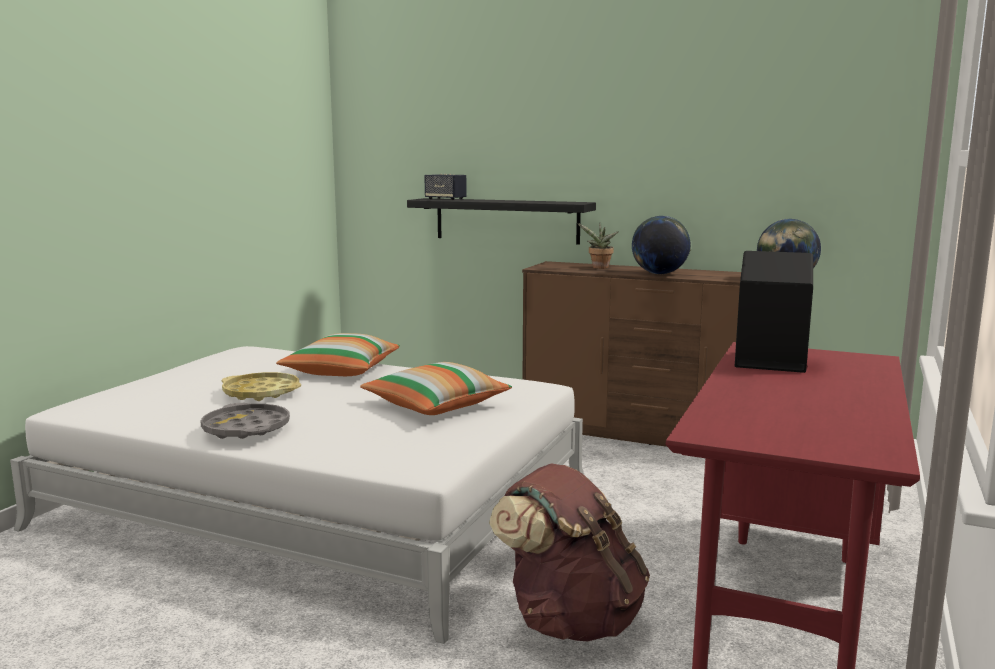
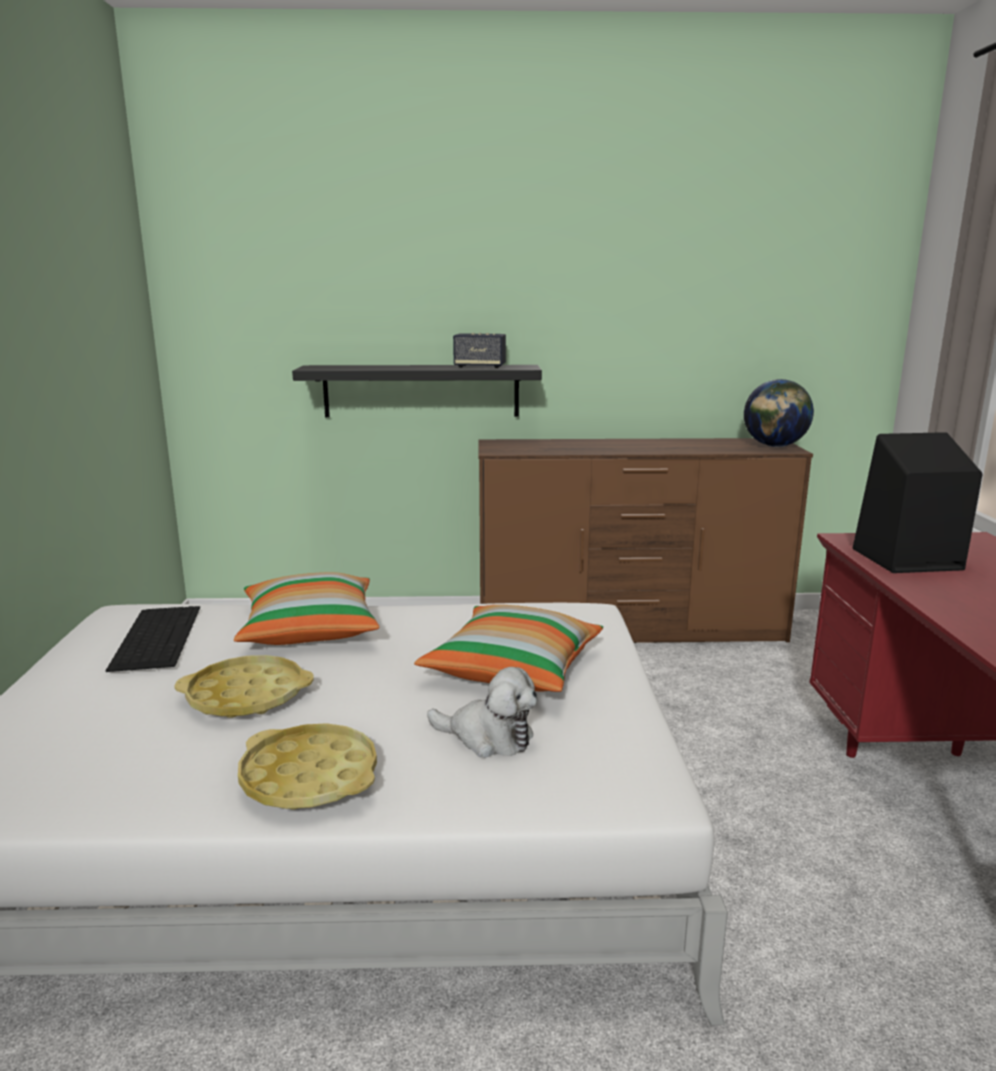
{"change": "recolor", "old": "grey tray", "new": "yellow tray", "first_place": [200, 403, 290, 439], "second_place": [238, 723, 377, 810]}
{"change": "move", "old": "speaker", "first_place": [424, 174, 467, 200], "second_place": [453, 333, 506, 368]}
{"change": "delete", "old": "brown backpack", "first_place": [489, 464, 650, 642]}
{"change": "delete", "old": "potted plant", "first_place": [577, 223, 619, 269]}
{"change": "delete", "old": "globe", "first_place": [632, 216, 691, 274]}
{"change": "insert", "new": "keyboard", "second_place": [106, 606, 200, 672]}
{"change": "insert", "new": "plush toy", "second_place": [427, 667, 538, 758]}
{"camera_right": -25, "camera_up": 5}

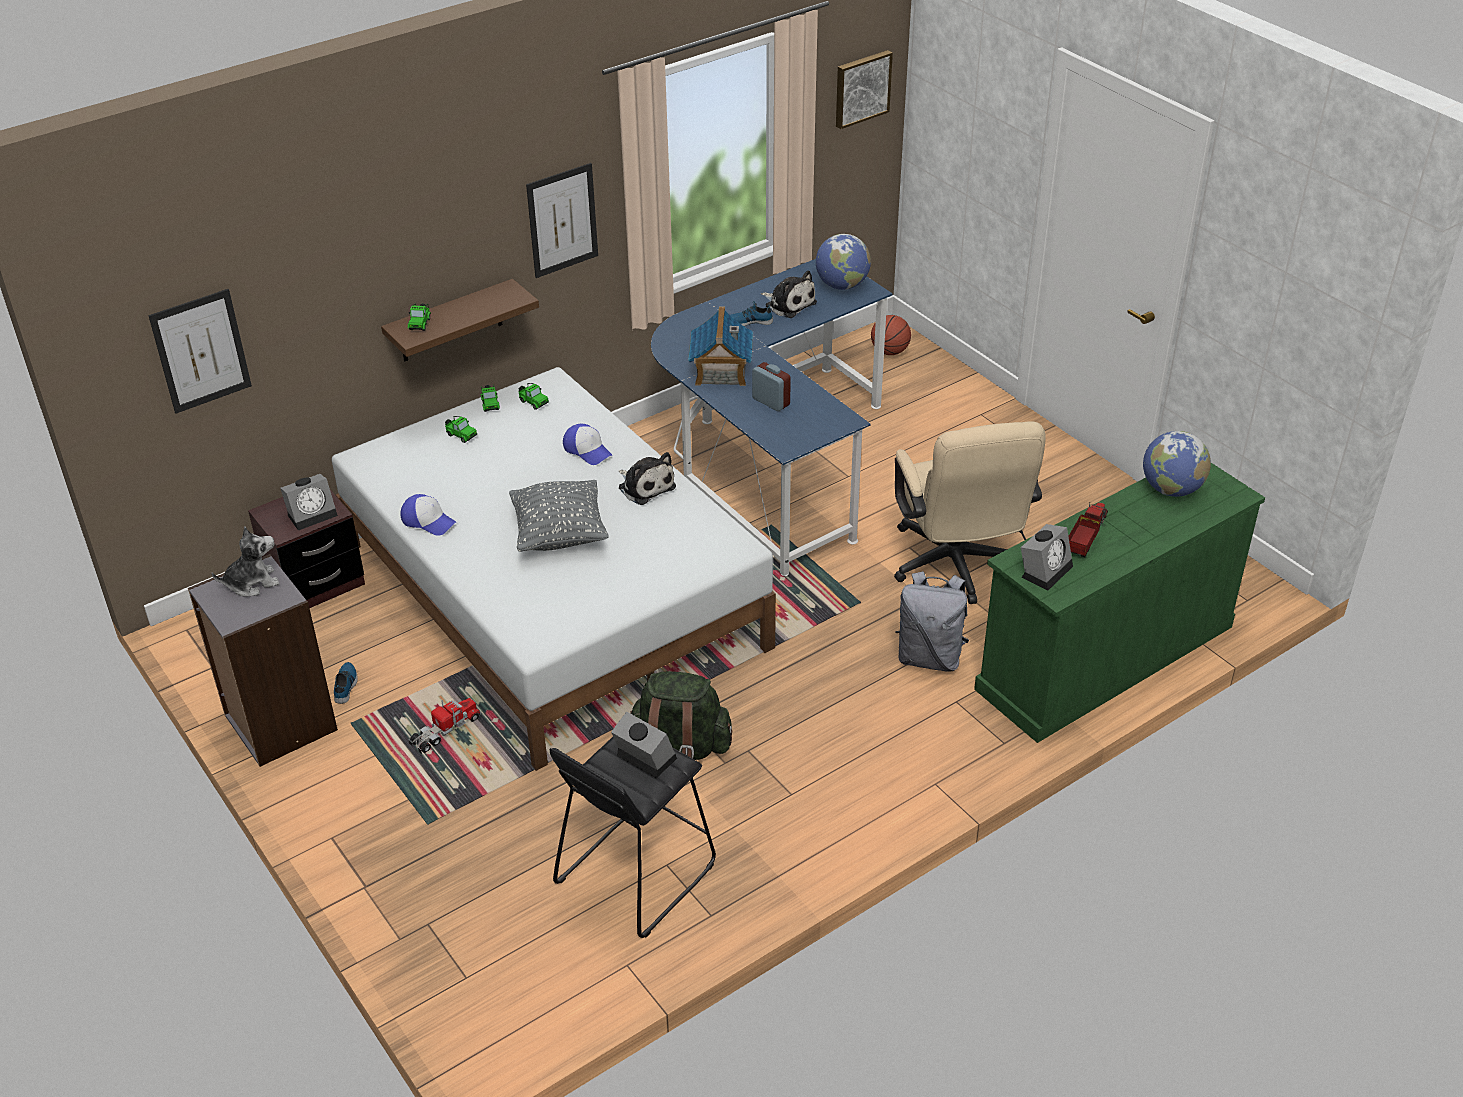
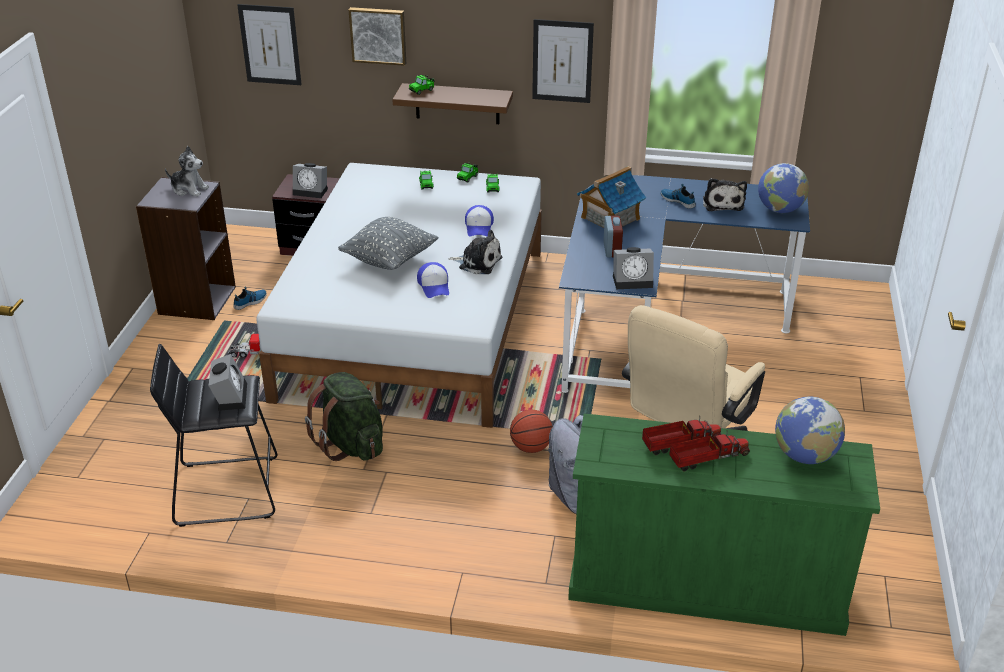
{"change": "move", "old": "cap", "first_place": [400, 494, 456, 536], "second_place": [417, 262, 449, 298]}
{"change": "rotate", "old": "plush toy", "first_place": [619, 452, 676, 505], "second_place": [448, 230, 502, 274], "degrees": -75}
{"change": "move", "old": "picture", "first_place": [836, 50, 893, 129], "second_place": [349, 7, 406, 66]}
{"change": "move", "old": "basketball", "first_place": [871, 315, 911, 355], "second_place": [510, 410, 553, 453]}
{"change": "move", "old": "alarm clock", "first_place": [1021, 524, 1073, 590], "second_place": [613, 247, 654, 289]}
{"change": "insert", "new": "toy truck", "second_place": [669, 431, 750, 471]}
{"camera_right": 45, "camera_up": -5}

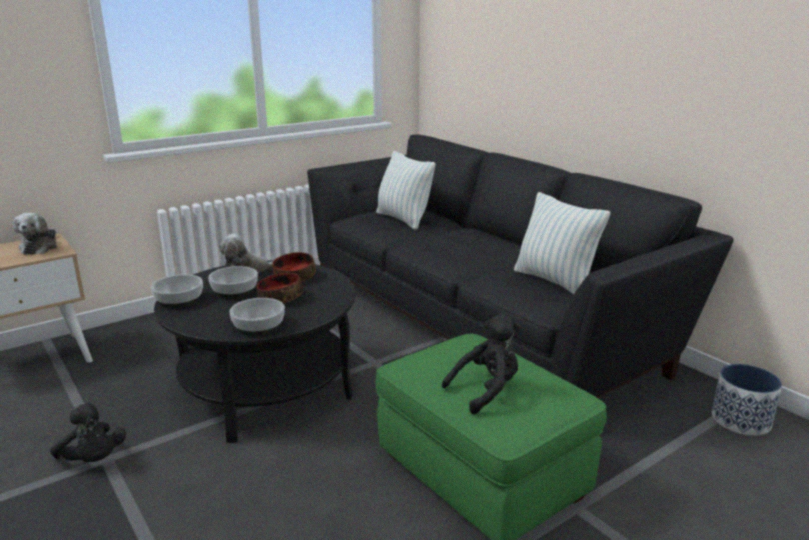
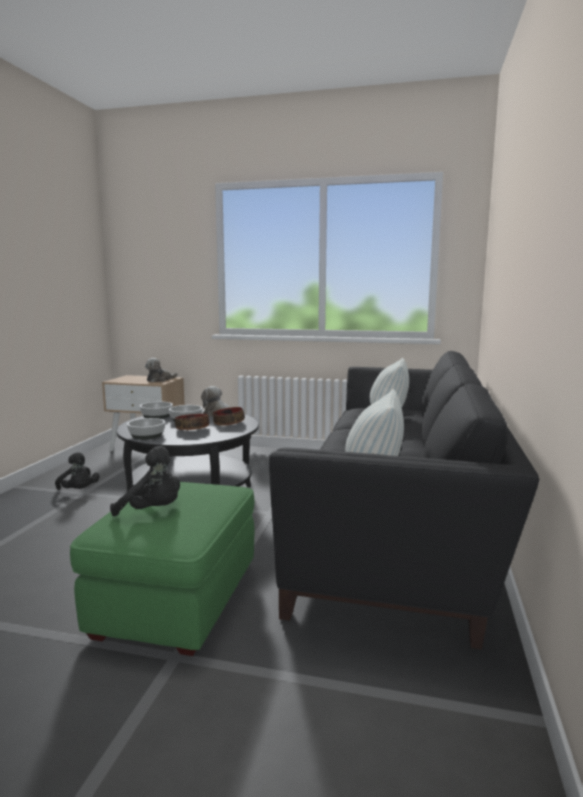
{"change": "rotate", "old": "black plush toy", "first_place": [50, 403, 126, 462], "second_place": [55, 452, 100, 490], "degrees": -45}
{"change": "delete", "old": "planter", "first_place": [712, 364, 782, 436]}
{"camera_right": 50, "camera_up": -10}

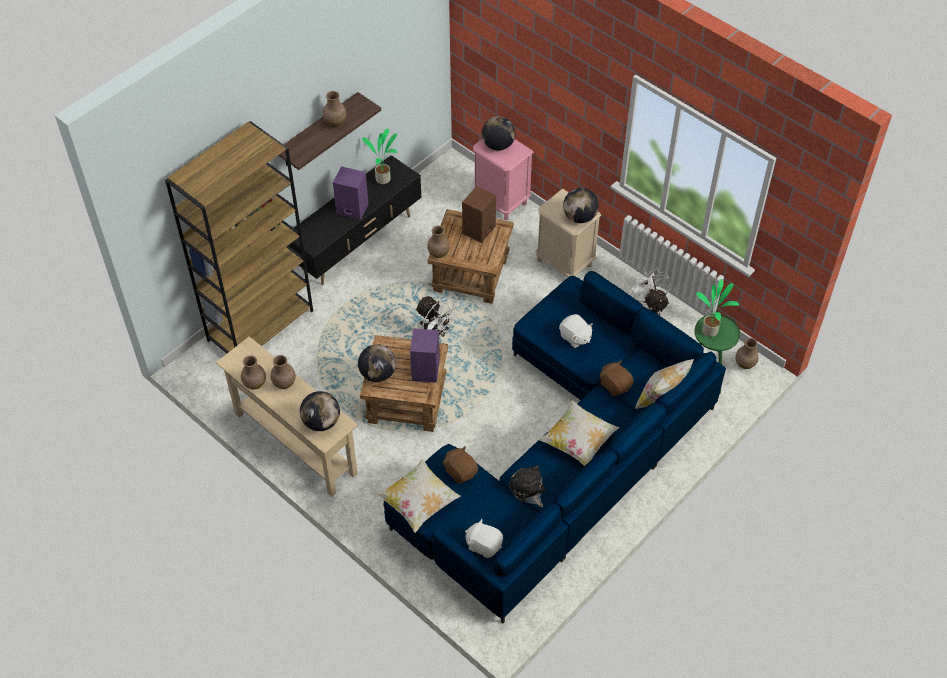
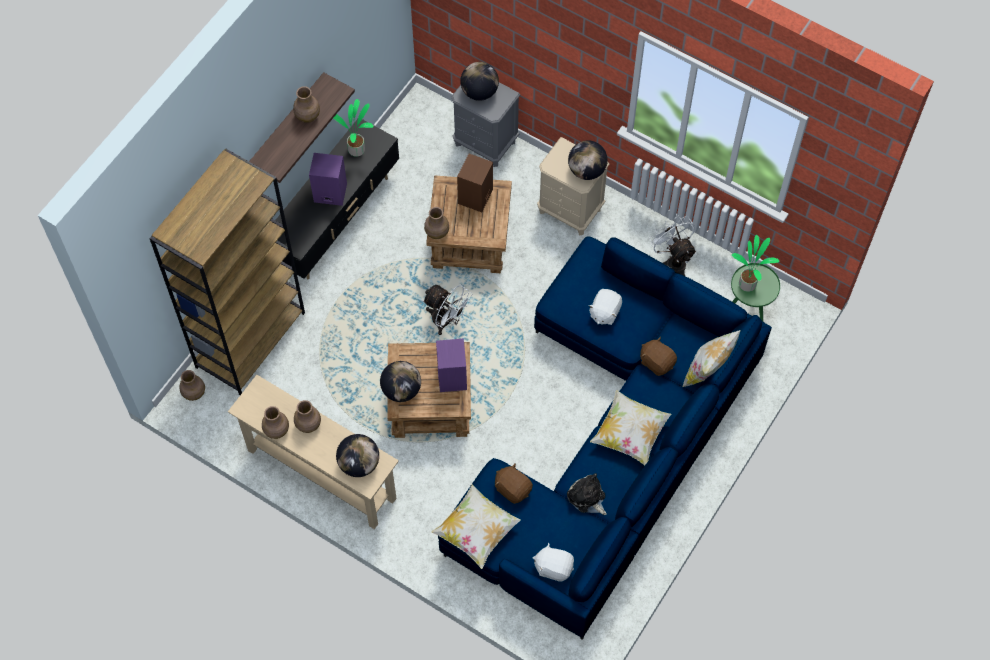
{"change": "recolor", "old": "pink nightstand", "new": "grey nightstand", "first_place": [473, 139, 534, 220], "second_place": [451, 82, 520, 167]}
{"change": "rotate", "old": "white plush toy", "first_place": [559, 314, 593, 348], "second_place": [588, 289, 622, 325], "degrees": 75}
{"change": "move", "old": "brown vase", "first_place": [735, 338, 759, 369], "second_place": [180, 370, 205, 401]}
{"camera_right": -10, "camera_up": 10}

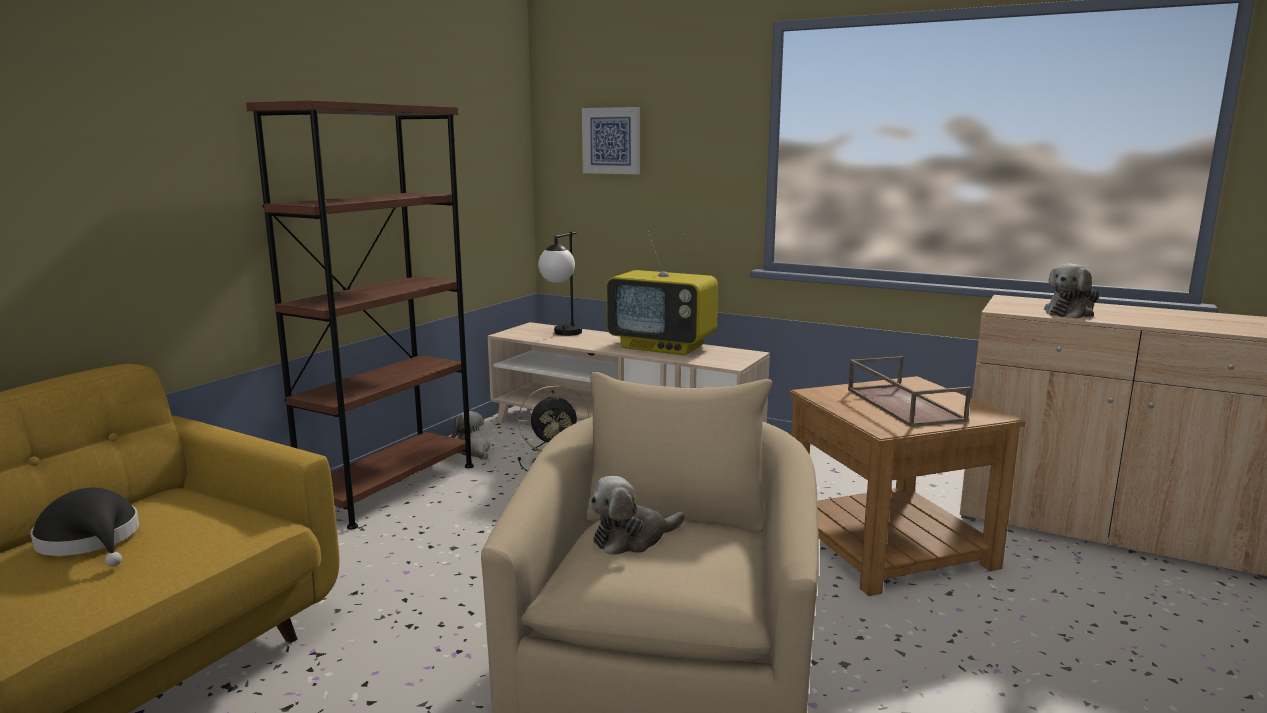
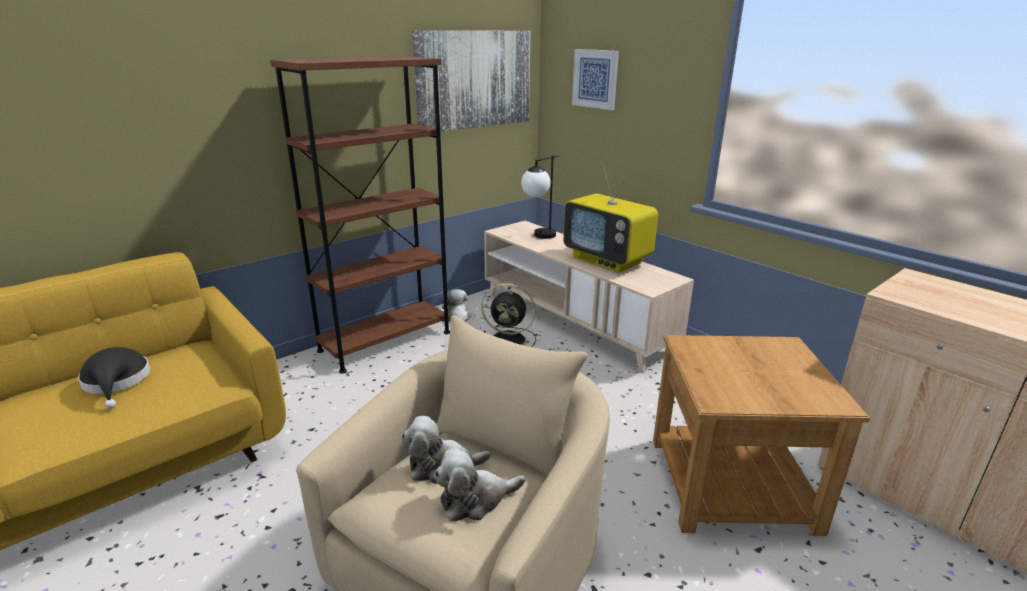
{"change": "delete", "old": "brown tray", "first_place": [848, 356, 971, 427]}
{"change": "move", "old": "plush toy", "first_place": [1044, 264, 1100, 319], "second_place": [434, 449, 526, 521]}
{"change": "insert", "new": "picture", "second_place": [412, 30, 531, 132]}
{"camera_right": 20, "camera_up": 10}

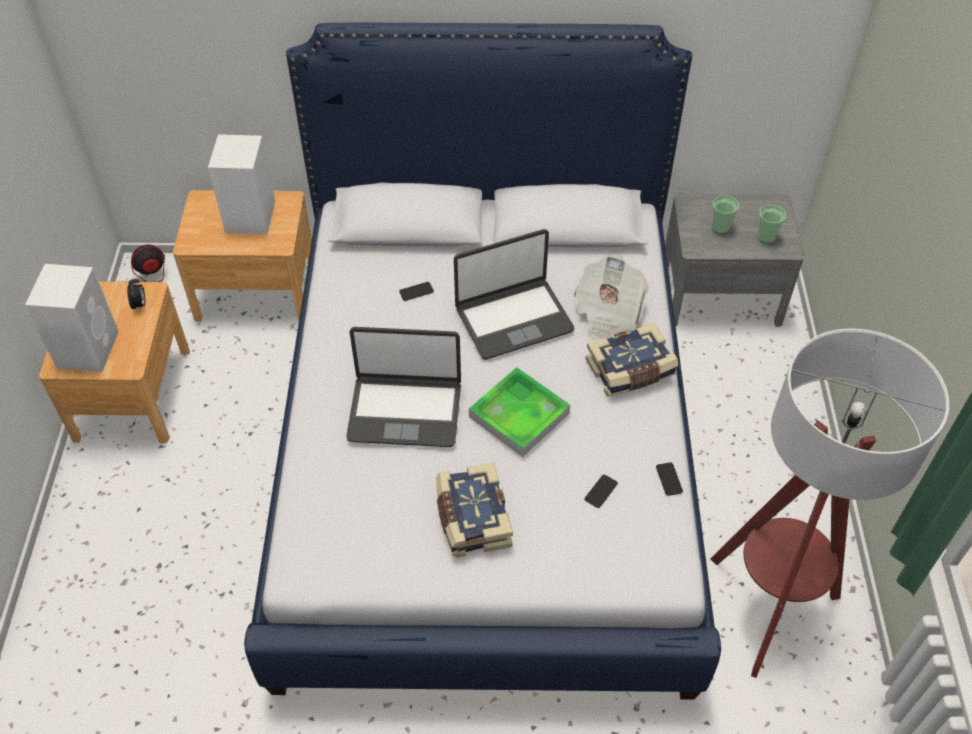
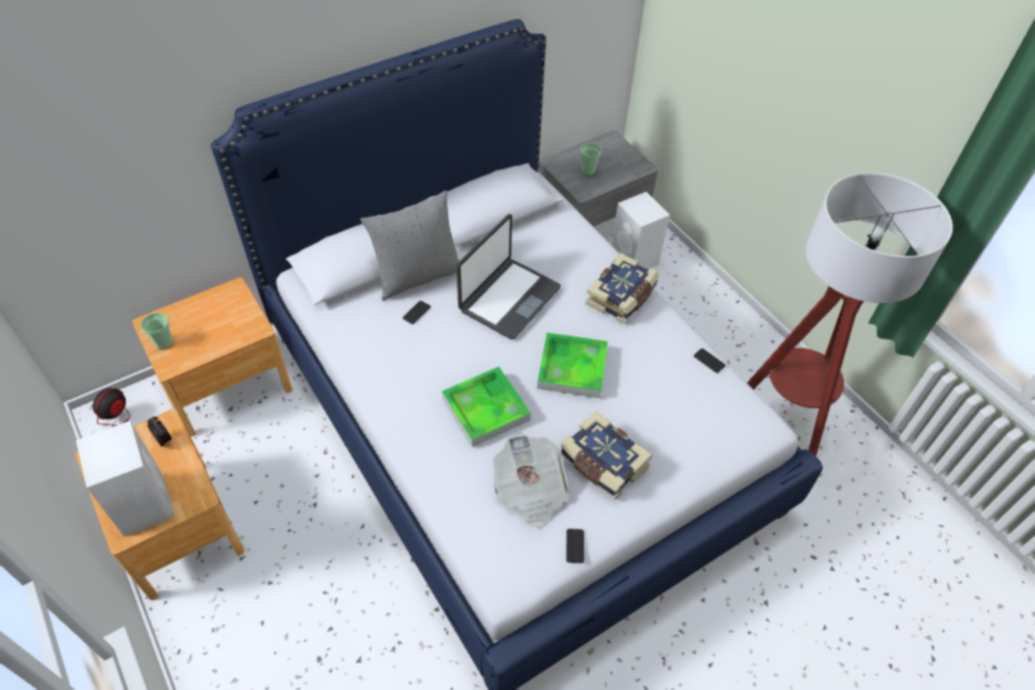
{"change": "move", "old": "white speaker", "first_place": [208, 134, 275, 234], "second_place": [611, 192, 670, 269]}
{"change": "replace", "old": "laptop", "new": "tray", "first_place": [346, 327, 461, 447], "second_place": [442, 366, 531, 447]}
{"change": "move", "old": "newspaper", "first_place": [574, 255, 649, 340], "second_place": [493, 433, 569, 527]}
{"change": "move", "old": "phone", "first_place": [584, 475, 618, 508], "second_place": [566, 529, 584, 563]}
{"change": "move", "old": "cup", "first_place": [758, 205, 786, 243], "second_place": [141, 313, 173, 350]}
{"change": "insert", "new": "grey pillow", "second_place": [360, 190, 459, 301]}
{"camera_right": -35, "camera_up": 0}

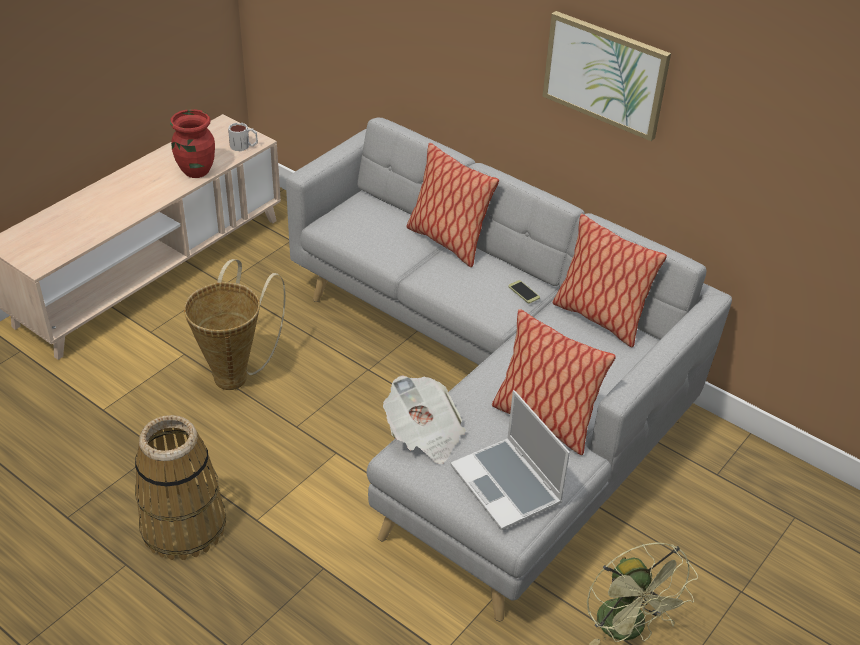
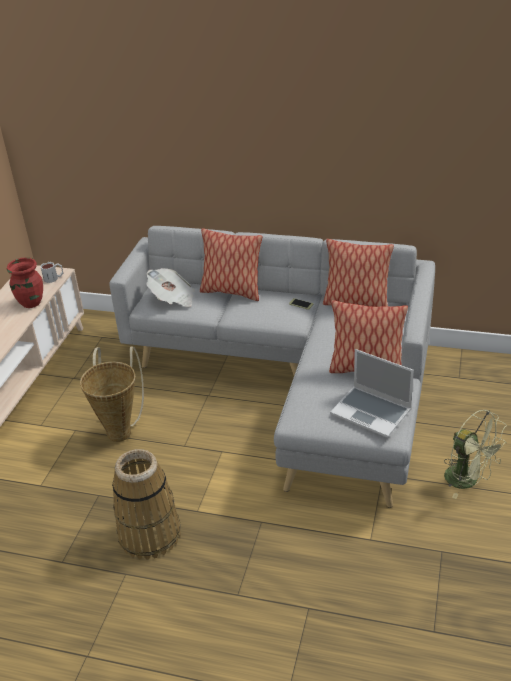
{"change": "move", "old": "newspaper", "first_place": [383, 375, 466, 464], "second_place": [147, 268, 195, 307]}
{"change": "delete", "old": "picture", "first_place": [543, 11, 671, 141]}
{"camera_right": -20, "camera_up": -5}

